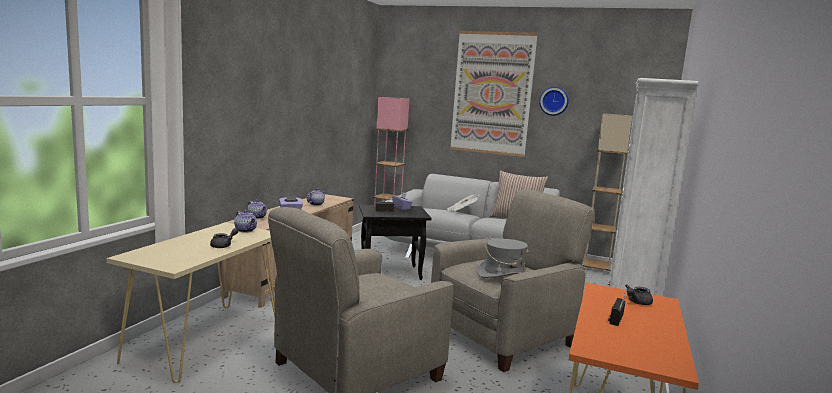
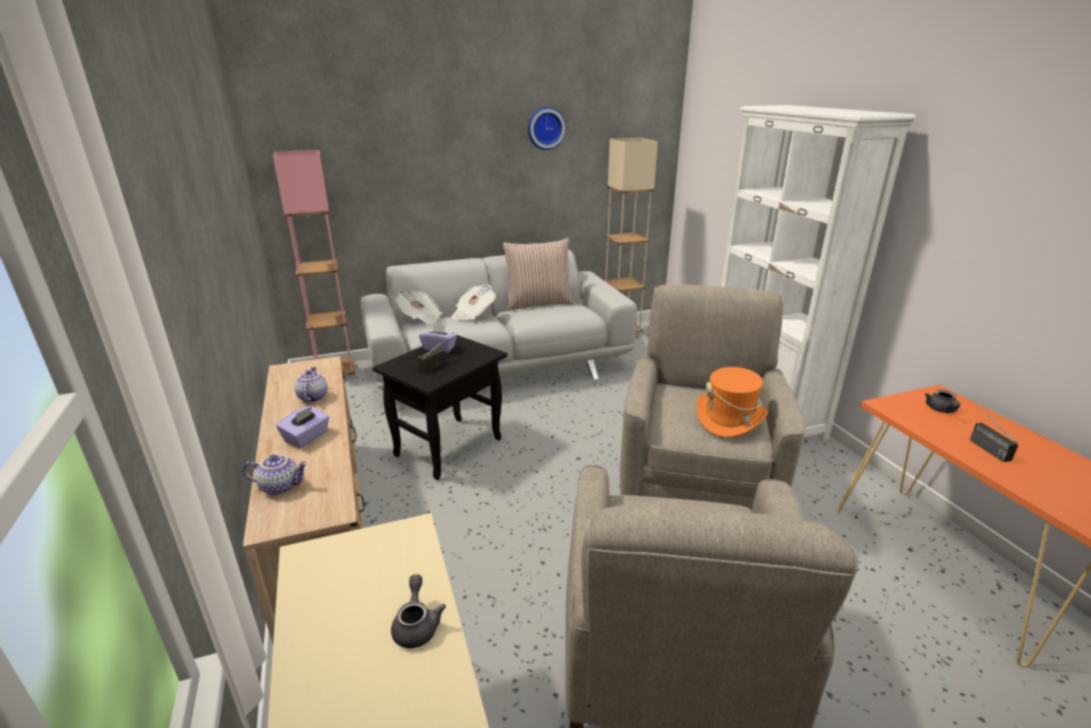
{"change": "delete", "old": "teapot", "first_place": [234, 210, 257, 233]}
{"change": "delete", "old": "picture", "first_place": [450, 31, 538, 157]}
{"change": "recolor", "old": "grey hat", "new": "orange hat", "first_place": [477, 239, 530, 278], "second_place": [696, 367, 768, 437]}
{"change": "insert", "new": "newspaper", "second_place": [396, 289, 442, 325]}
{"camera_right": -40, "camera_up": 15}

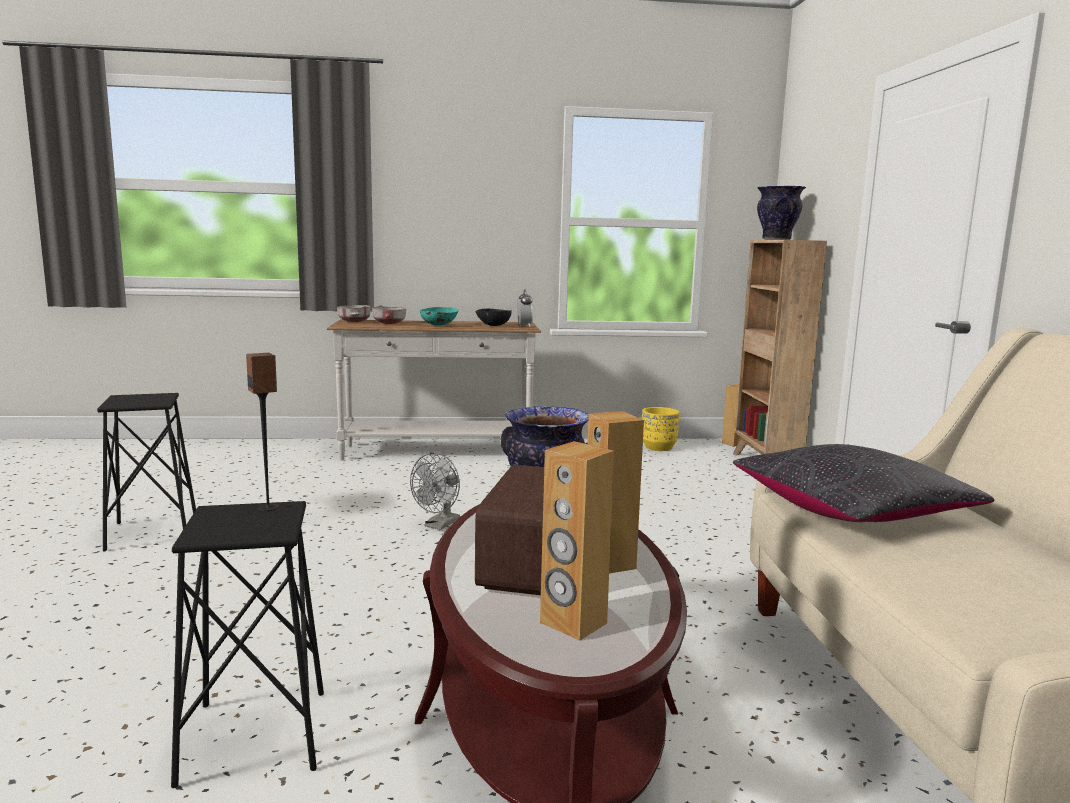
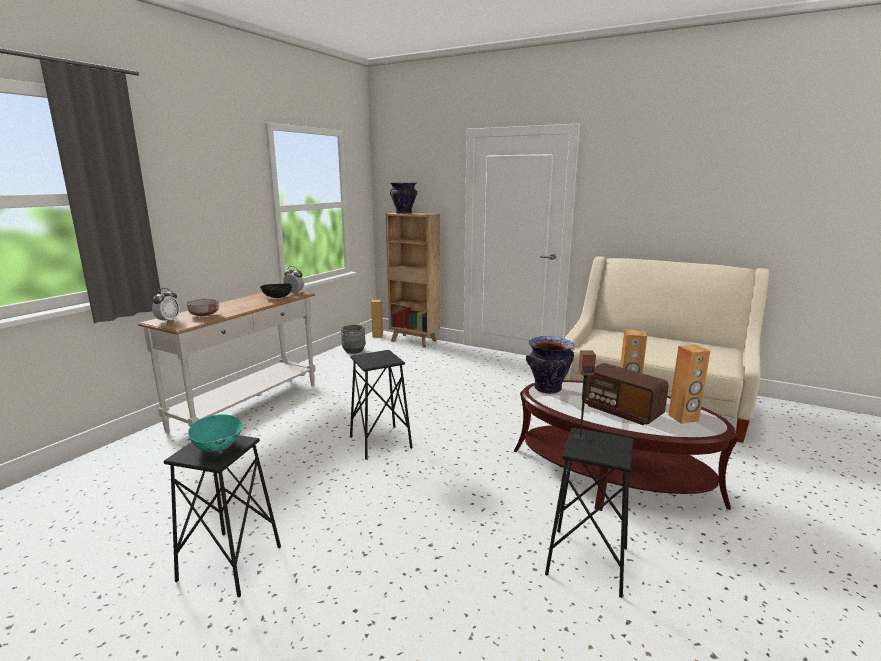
{"change": "replace", "old": "grey bowl", "new": "alarm clock", "first_place": [337, 305, 371, 322], "second_place": [152, 288, 180, 323]}
{"change": "replace", "old": "grey fan", "new": "black stool", "first_place": [410, 453, 460, 530], "second_place": [350, 350, 413, 460]}
{"change": "move", "old": "turquoise bowl", "first_place": [420, 307, 459, 325], "second_place": [188, 414, 243, 452]}
{"change": "recolor", "old": "yellow planter", "new": "grey planter", "first_place": [642, 407, 679, 451], "second_place": [341, 324, 365, 354]}
{"change": "delete", "old": "black pillow", "first_place": [733, 444, 994, 522]}
{"camera_right": -55, "camera_up": 5}

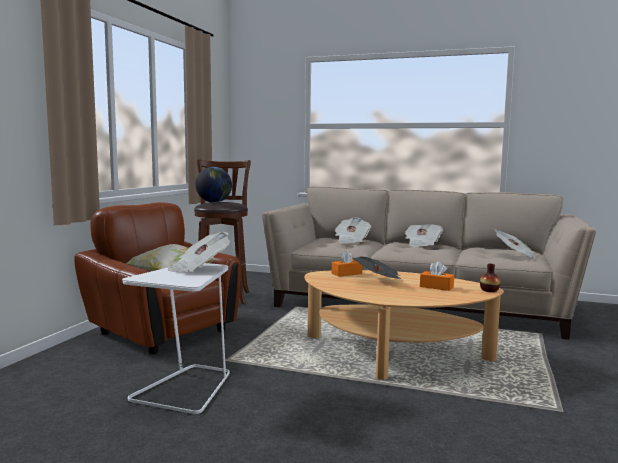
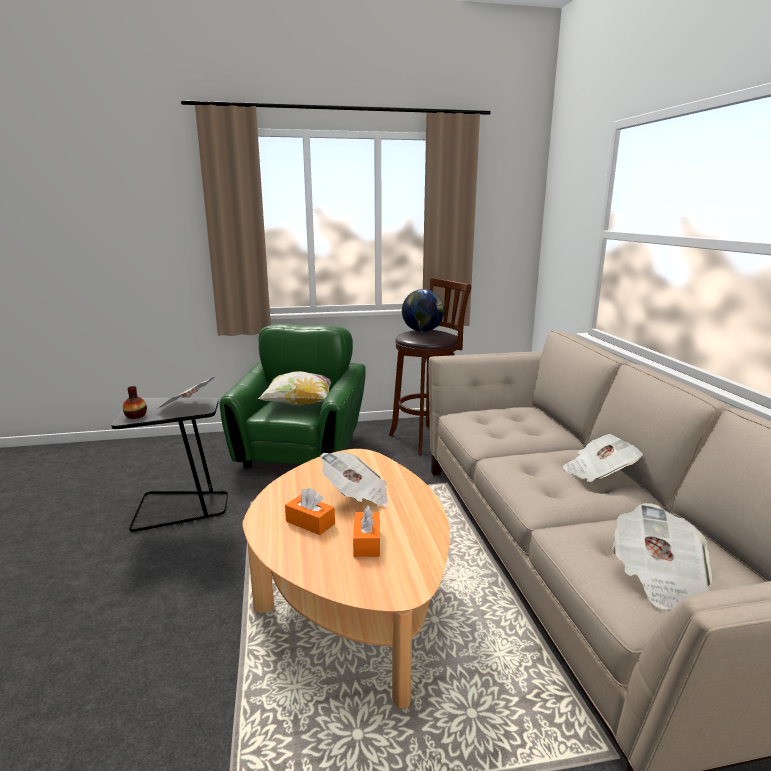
{"change": "recolor", "old": "brown armchair", "new": "green armchair", "first_place": [74, 202, 241, 354], "second_place": [220, 324, 366, 468]}
{"change": "recolor", "old": "white side table", "new": "black side table", "first_place": [122, 263, 229, 414], "second_place": [111, 398, 228, 532]}
{"change": "move", "old": "orange tissue box", "first_place": [332, 251, 362, 277], "second_place": [285, 488, 335, 535]}
{"change": "delete", "old": "newspaper", "first_place": [335, 217, 371, 244]}
{"change": "move", "old": "vase", "first_place": [480, 264, 500, 292], "second_place": [123, 386, 147, 419]}
{"camera_right": 60, "camera_up": 10}

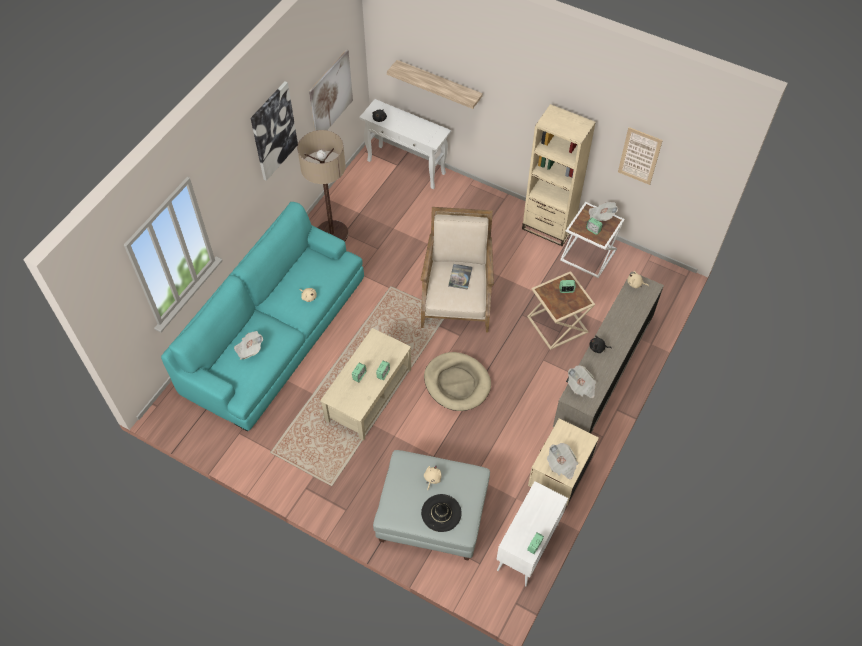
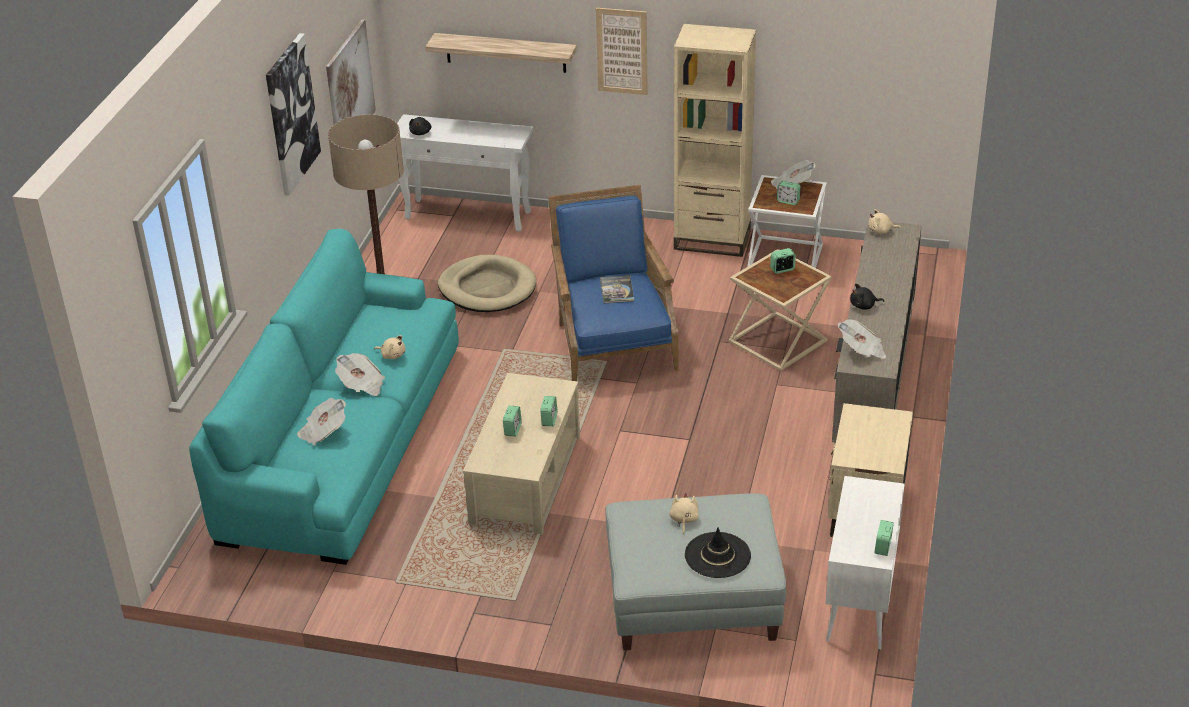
{"change": "recolor", "old": "beige armchair", "new": "blue armchair", "first_place": [421, 207, 494, 333], "second_place": [548, 185, 679, 381]}
{"change": "move", "old": "beige dog bed", "first_place": [424, 352, 491, 411], "second_place": [438, 255, 536, 312]}
{"change": "move", "old": "newspaper", "first_place": [547, 443, 578, 479], "second_place": [335, 353, 385, 396]}
{"change": "move", "old": "picture", "first_place": [618, 127, 663, 185], "second_place": [596, 8, 648, 95]}
{"camera_right": -15, "camera_up": -20}

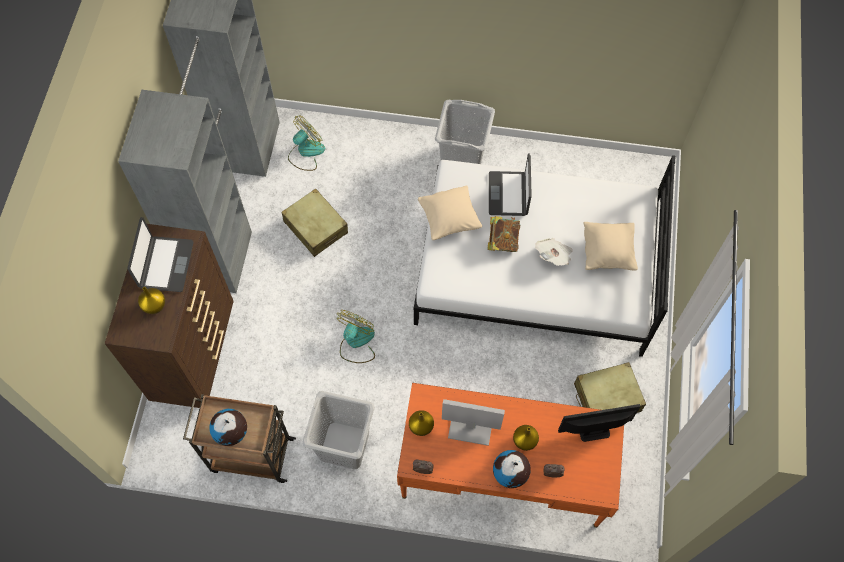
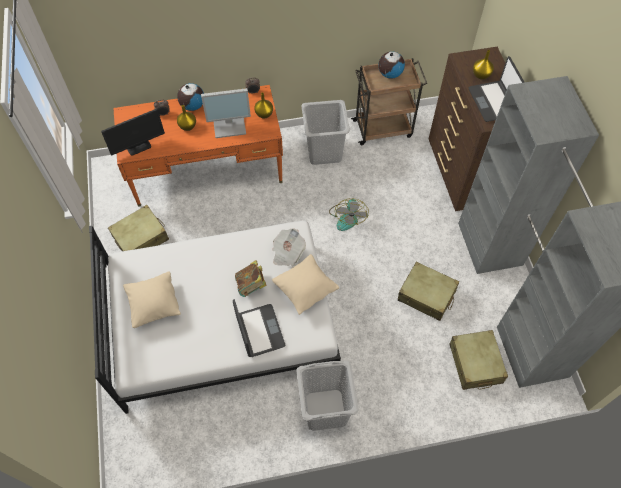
{"change": "replace", "old": "fan", "new": "beige suitcase", "first_place": [288, 115, 325, 171], "second_place": [450, 330, 508, 390]}
{"change": "move", "old": "newspaper", "first_place": [535, 238, 573, 266], "second_place": [272, 228, 306, 267]}
{"camera_right": 160, "camera_up": -5}

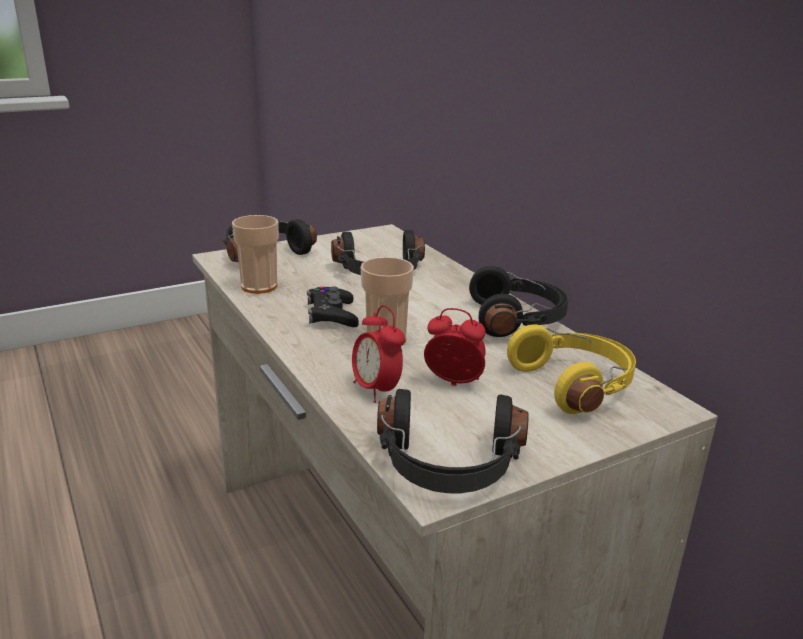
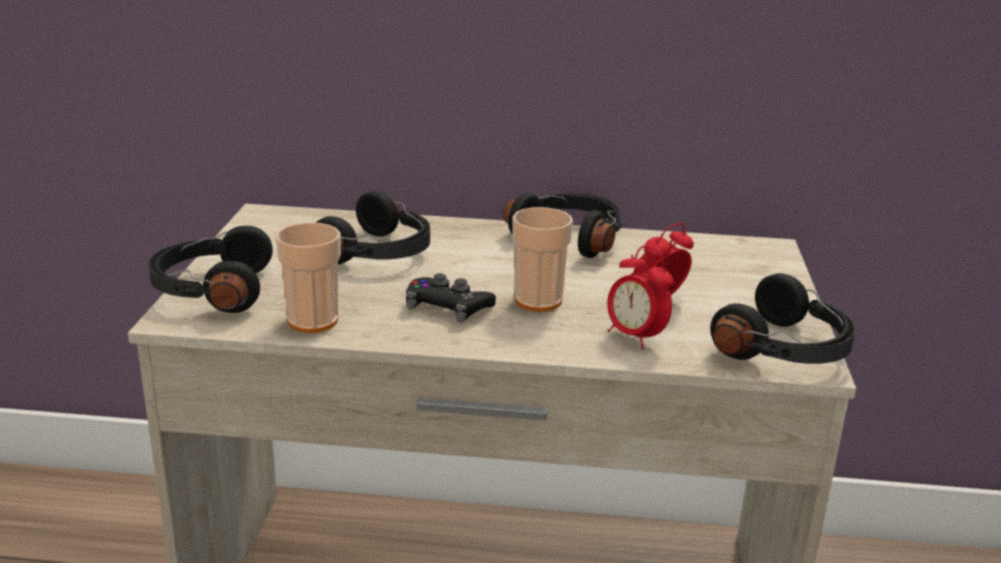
{"change": "rotate", "old": "alarm clock", "first_place": [352, 305, 405, 403], "second_place": [607, 246, 674, 349], "degrees": 45}
{"change": "delete", "old": "yellow headphones", "first_place": [507, 324, 636, 414]}
{"camera_right": -55, "camera_up": 0}

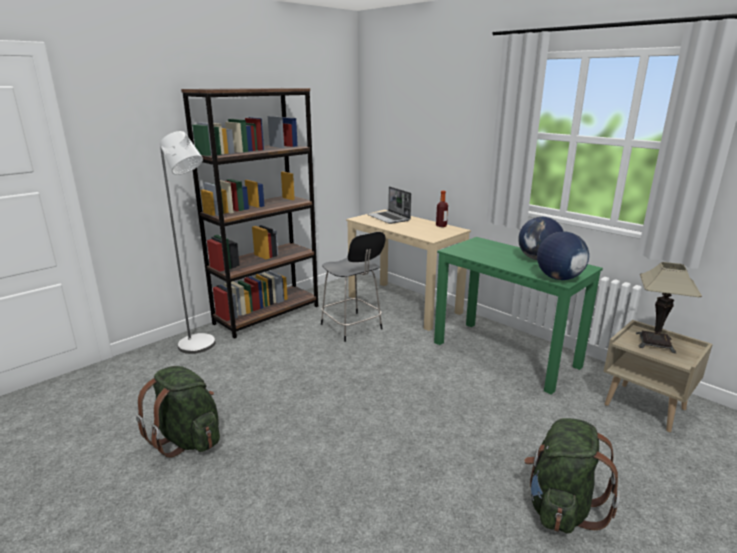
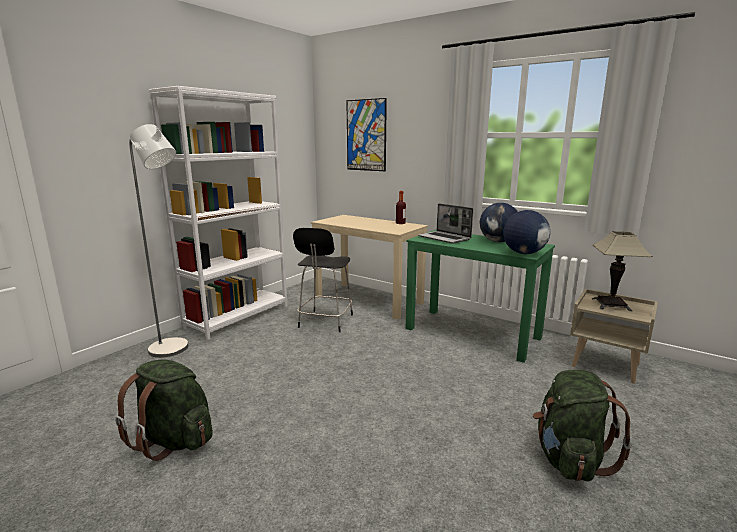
{"change": "recolor", "old": "brown bookcase", "new": "white bookcase", "first_place": [181, 88, 318, 339], "second_place": [149, 86, 288, 340]}
{"change": "rotate", "old": "black chair", "first_place": [321, 232, 386, 342], "second_place": [293, 228, 353, 332], "degrees": 60}
{"change": "move", "old": "laptop", "first_place": [367, 186, 411, 224], "second_place": [418, 203, 473, 244]}
{"change": "insert", "new": "picture", "second_place": [346, 98, 387, 171]}
{"camera_right": -10, "camera_up": -5}

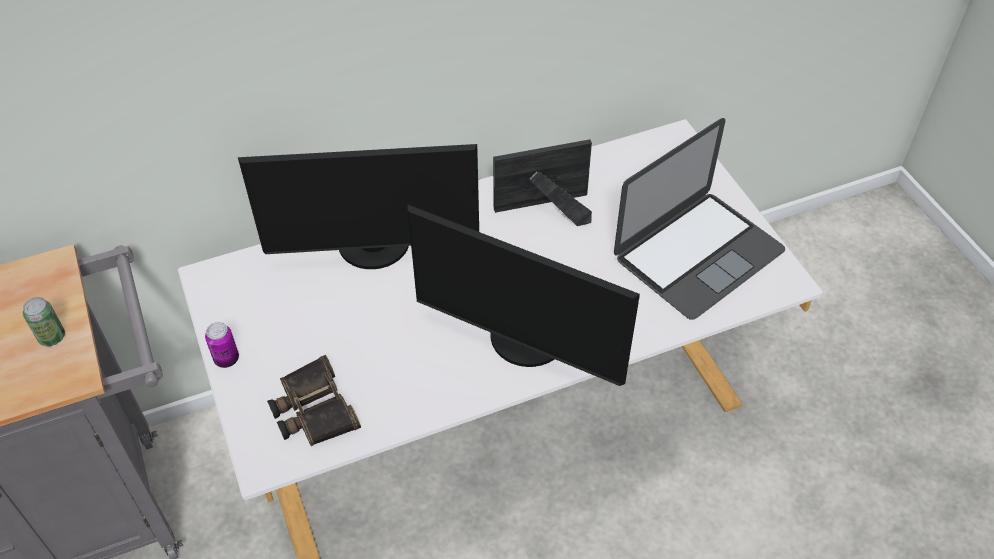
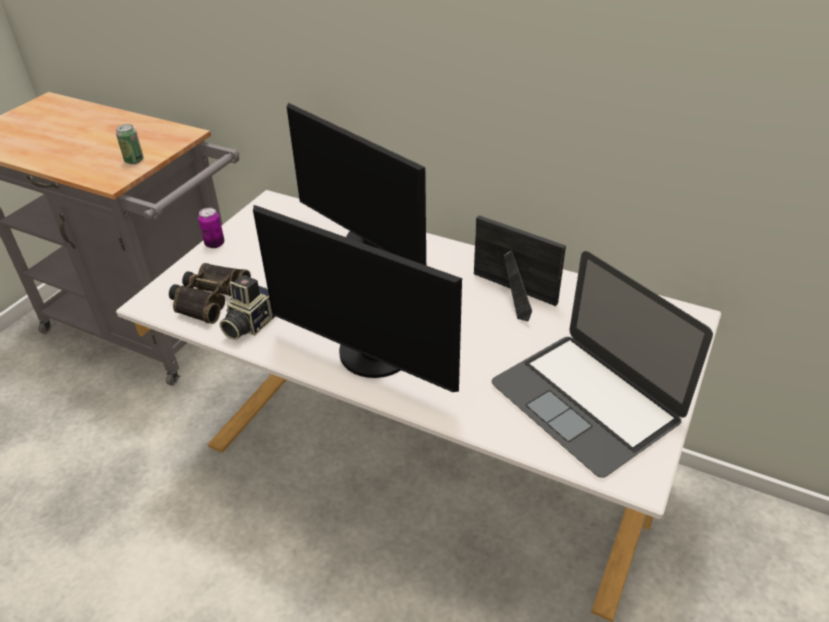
{"change": "rotate", "old": "monitor", "first_place": [408, 205, 640, 386], "second_place": [253, 205, 462, 392], "degrees": -45}
{"change": "rotate", "old": "laptop", "first_place": [614, 118, 785, 320], "second_place": [492, 251, 713, 478], "degrees": 45}
{"change": "insert", "new": "photo camera", "second_place": [220, 275, 276, 340]}
{"camera_right": 50, "camera_up": -10}

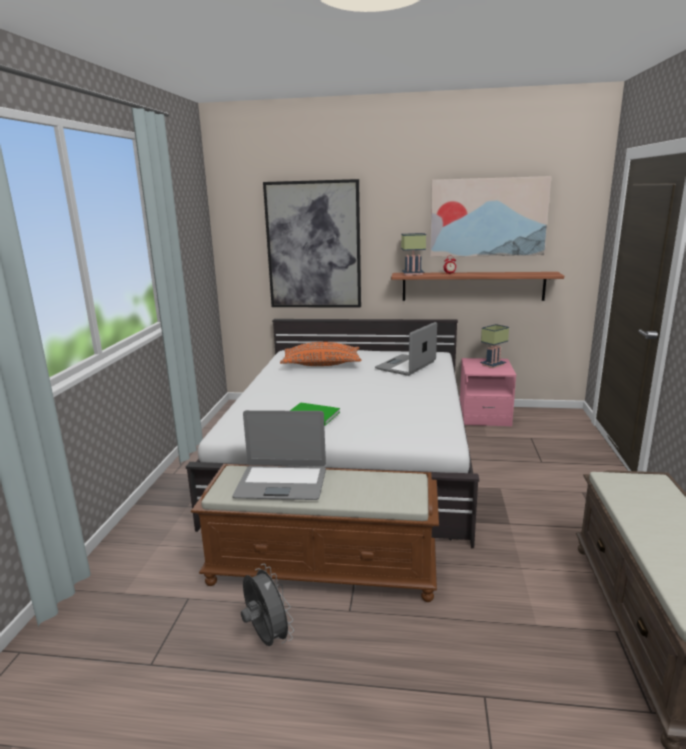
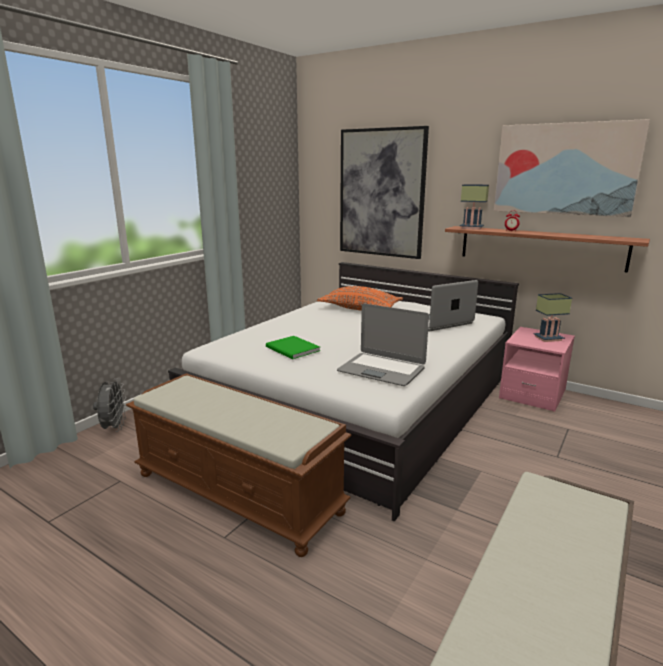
{"change": "move", "old": "laptop", "first_place": [233, 410, 326, 500], "second_place": [337, 304, 429, 386]}
{"change": "move", "old": "grey fan", "first_place": [241, 564, 294, 646], "second_place": [93, 378, 126, 432]}
{"camera_right": 25, "camera_up": 0}

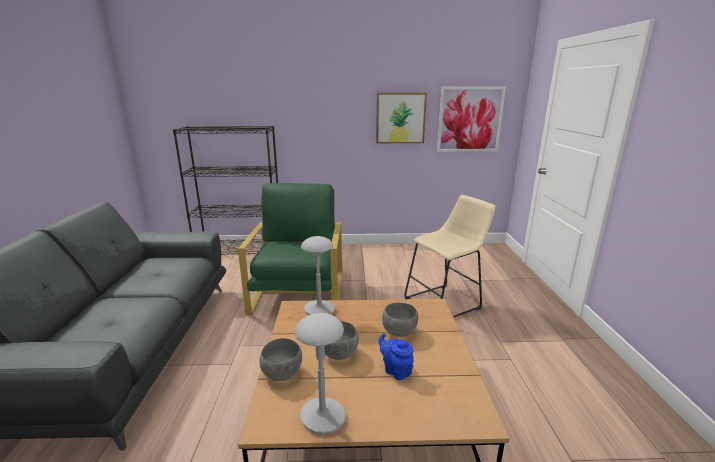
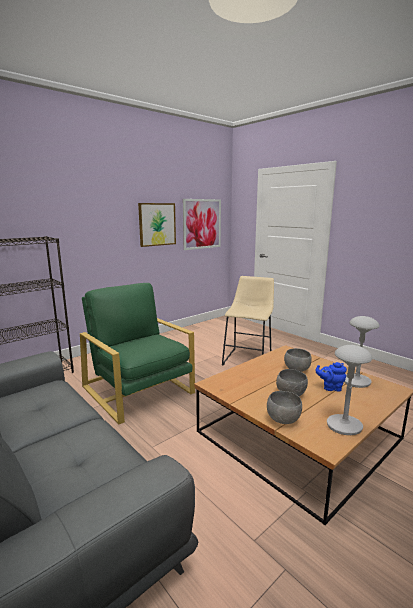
{"change": "move", "old": "grey table lamp", "first_place": [301, 236, 335, 315], "second_place": [344, 316, 379, 388]}
{"camera_right": -40, "camera_up": -5}

